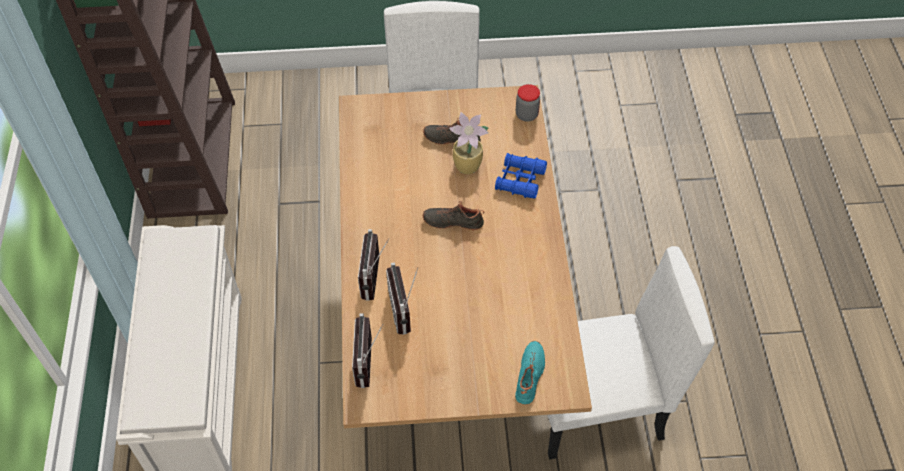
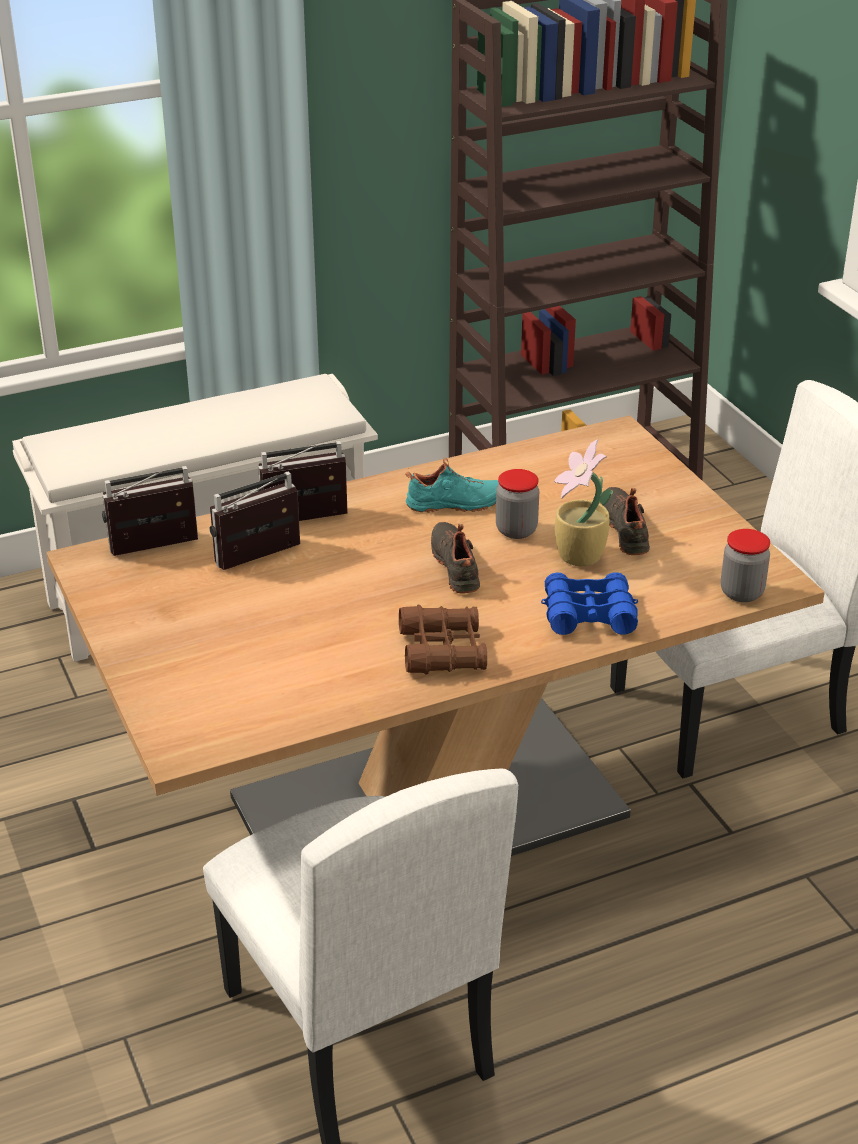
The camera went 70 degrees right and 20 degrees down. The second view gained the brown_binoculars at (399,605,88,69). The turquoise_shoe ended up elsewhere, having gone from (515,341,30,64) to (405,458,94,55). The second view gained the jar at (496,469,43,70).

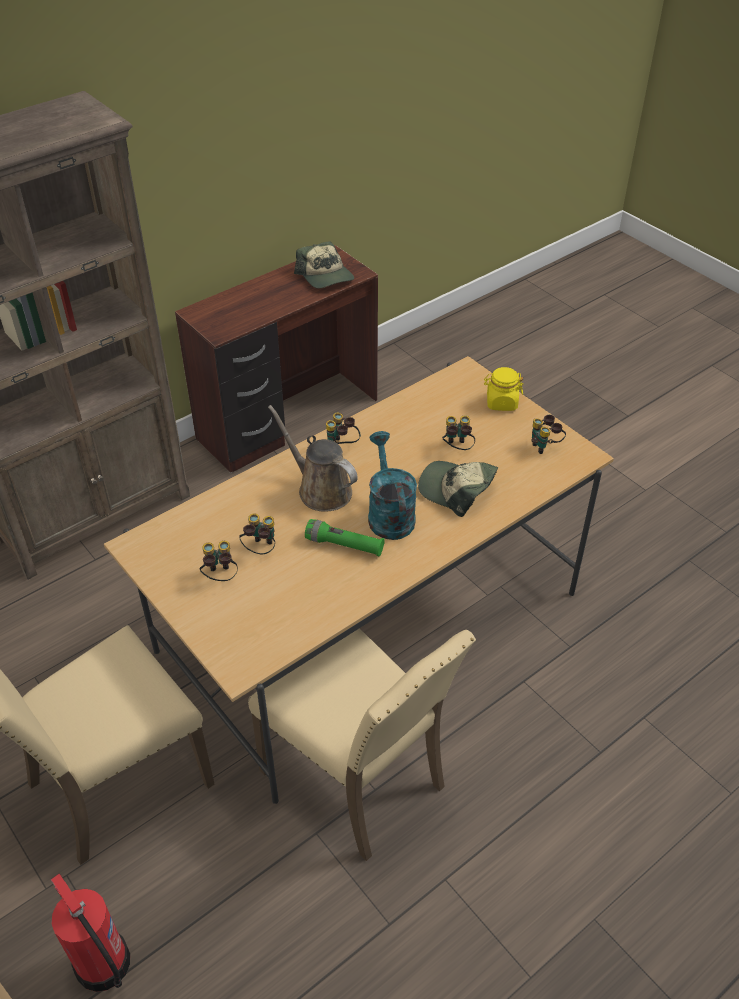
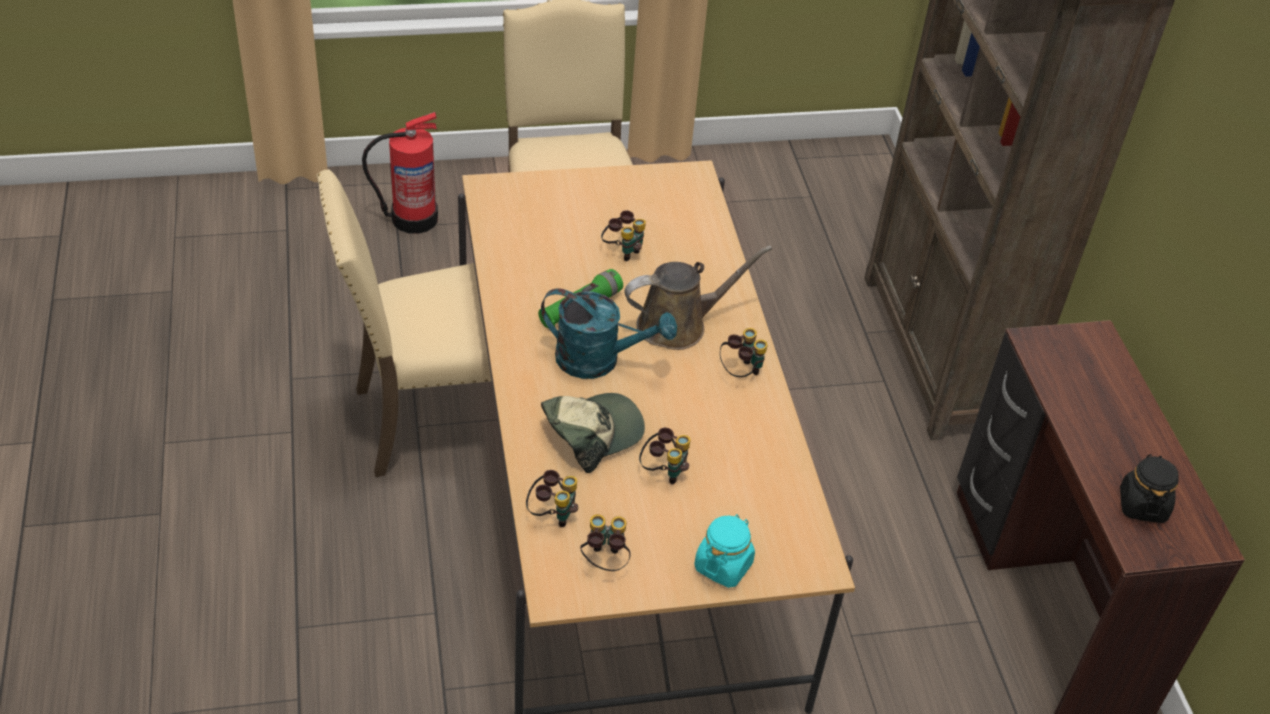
The camera went 115 degrees right and 0 degrees up. The binoculars ended up elsewhere, having gone from (199,541,39,40) to (526,470,52,57). What was the yellow_jar at (484,367,39,44) turned into the turquoise_jar at (694,514,61,74). Where the cap stood at (294,241,60,48), the black_jar came to stand at (1120,454,59,69).

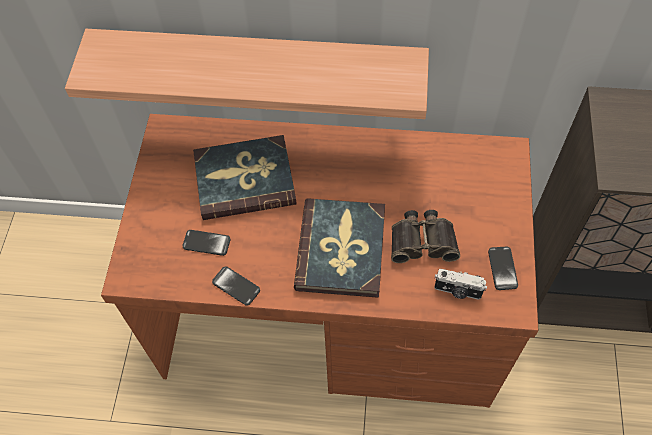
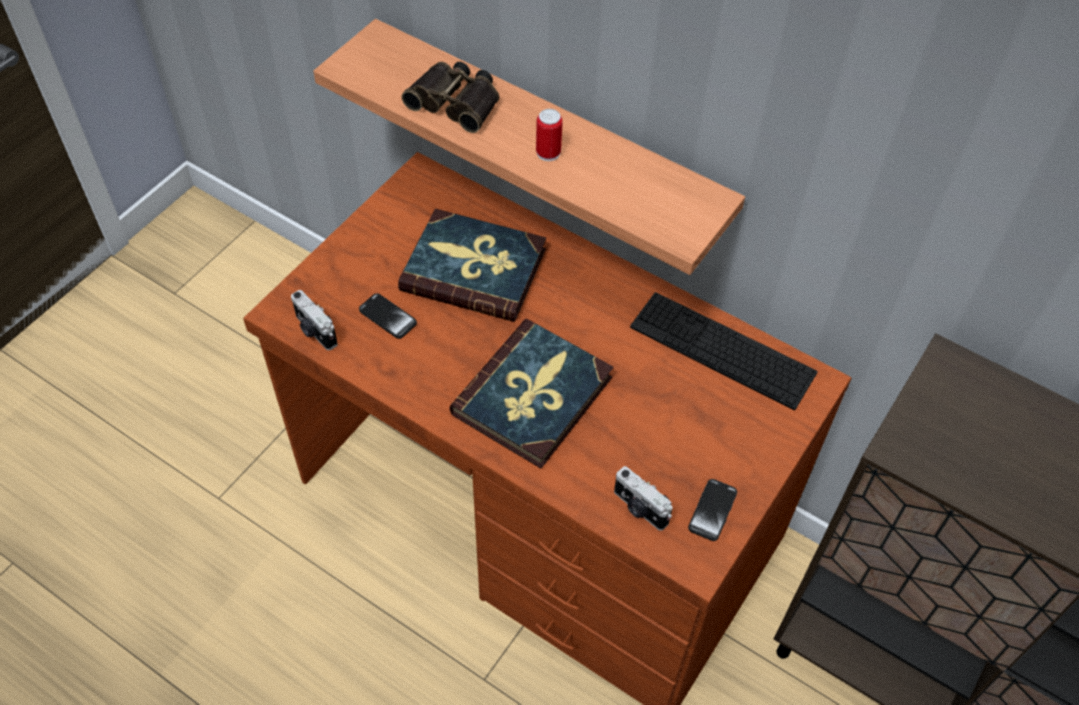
The camera went 25 degrees right and 5 degrees down. The second view gained the photo_camera at (291,290,47,60). The binoculars ended up elsewhere, having gone from (391,210,69,53) to (401,62,98,71). The second view gained the can at (536,109,27,52). The second view gained the keyboard at (630,292,188,118). The second view lost the phone at (212,266,48,40).

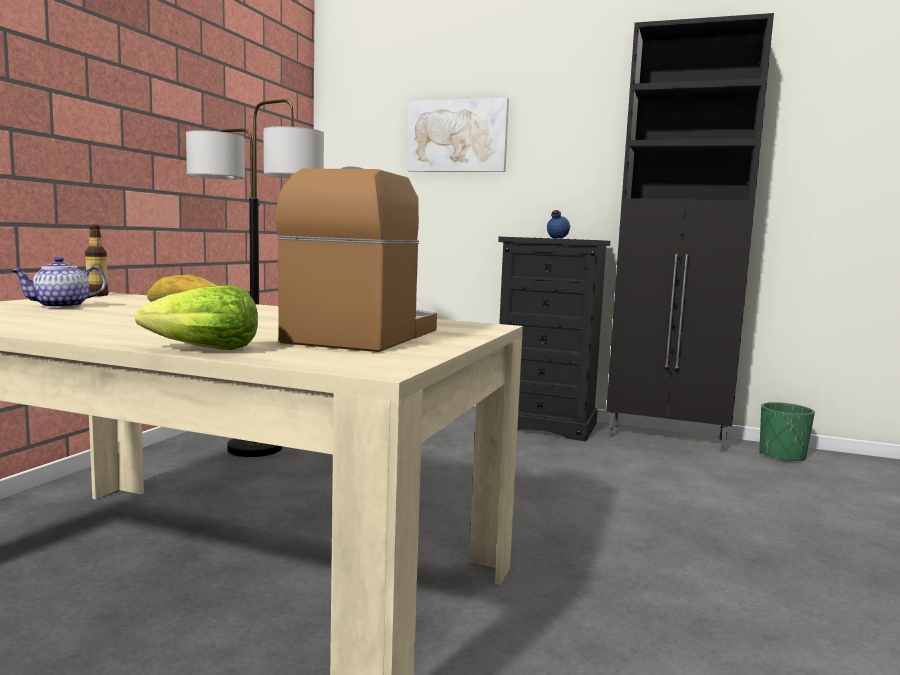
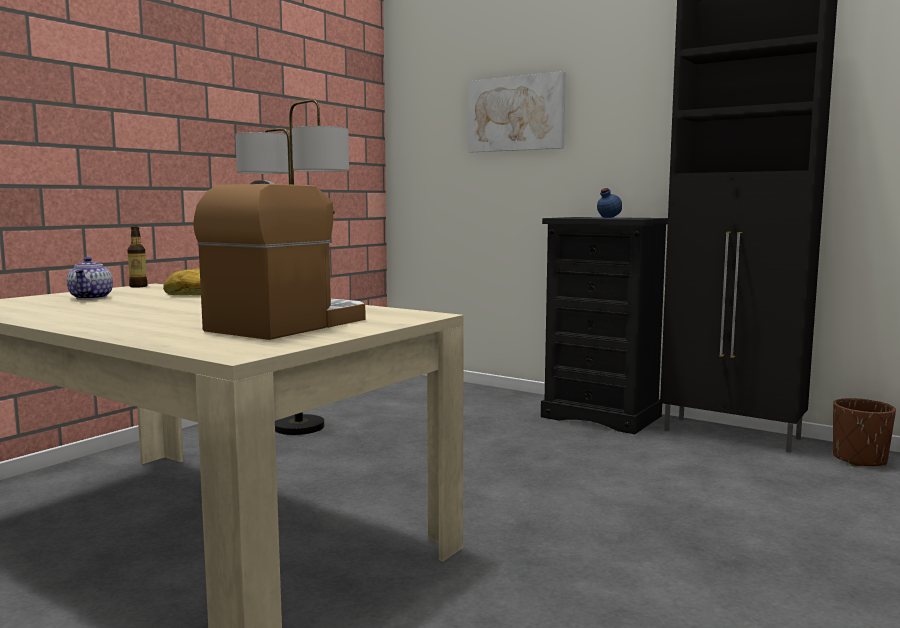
The camera went 15 degrees right and 0 degrees up. The teapot at (10,257,96,51) ended up facing another way, 75 degrees counterclockwise from before. What was the green_planter at (760,402,55,60) turned into the brown_planter at (833,398,63,69). The second view lost the lettuce at (135,285,123,65).

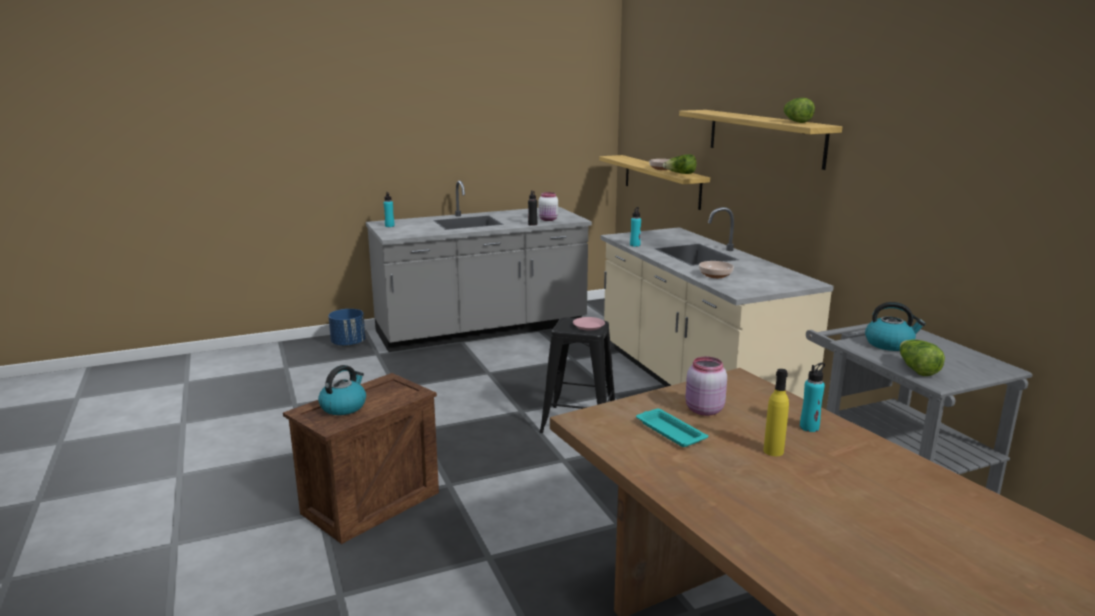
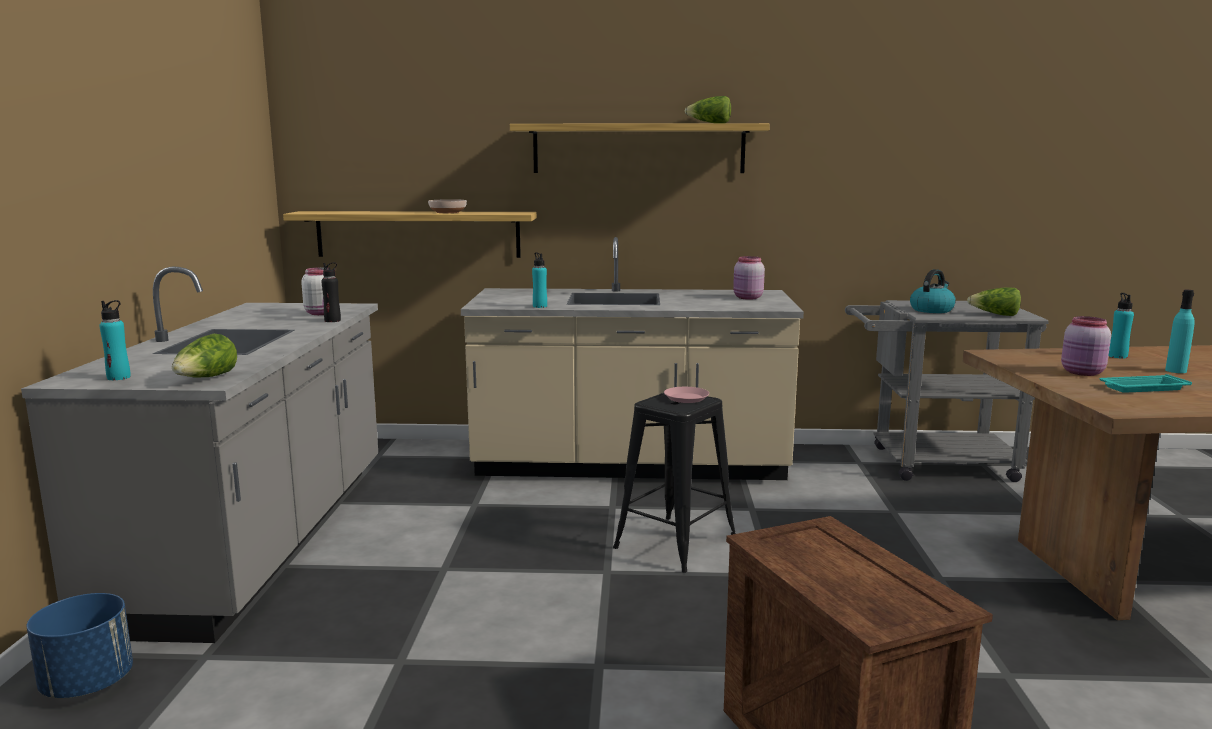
The camera went 65 degrees left and 5 degrees down. The lettuce ended up elsewhere, having gone from (663,154,33,20) to (172,334,65,44). The second view gained the pink_jar at (733,256,32,44). What was the yellow_bottle at (763,369,26,87) turned into the turquoise_bottle at (1165,290,30,83). The second view lost the kettle at (318,365,48,50). The second view lost the bowl at (699,261,35,17).

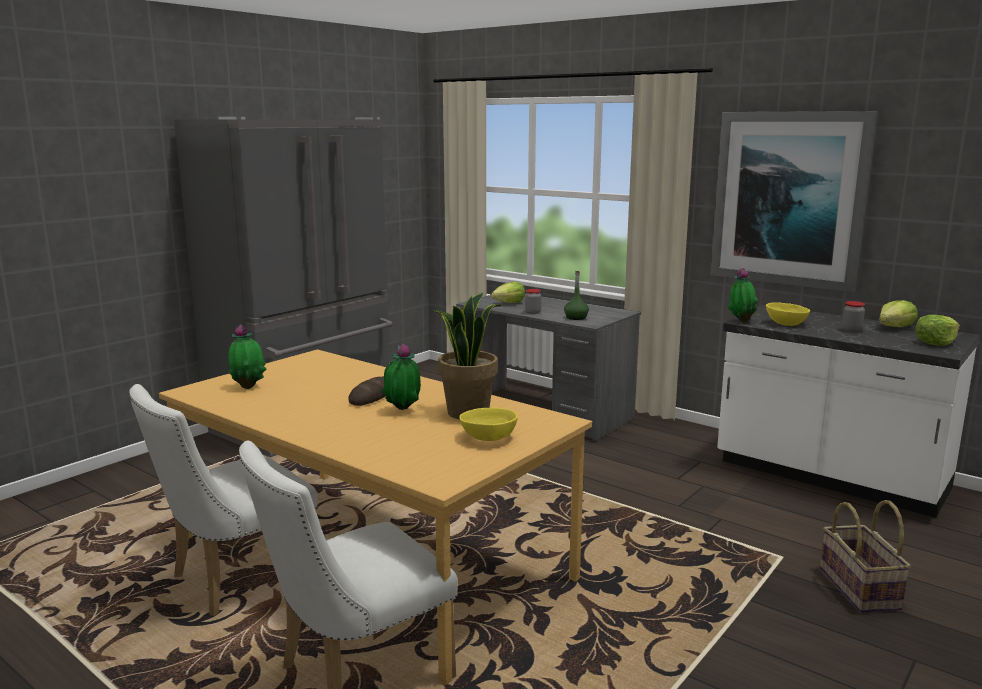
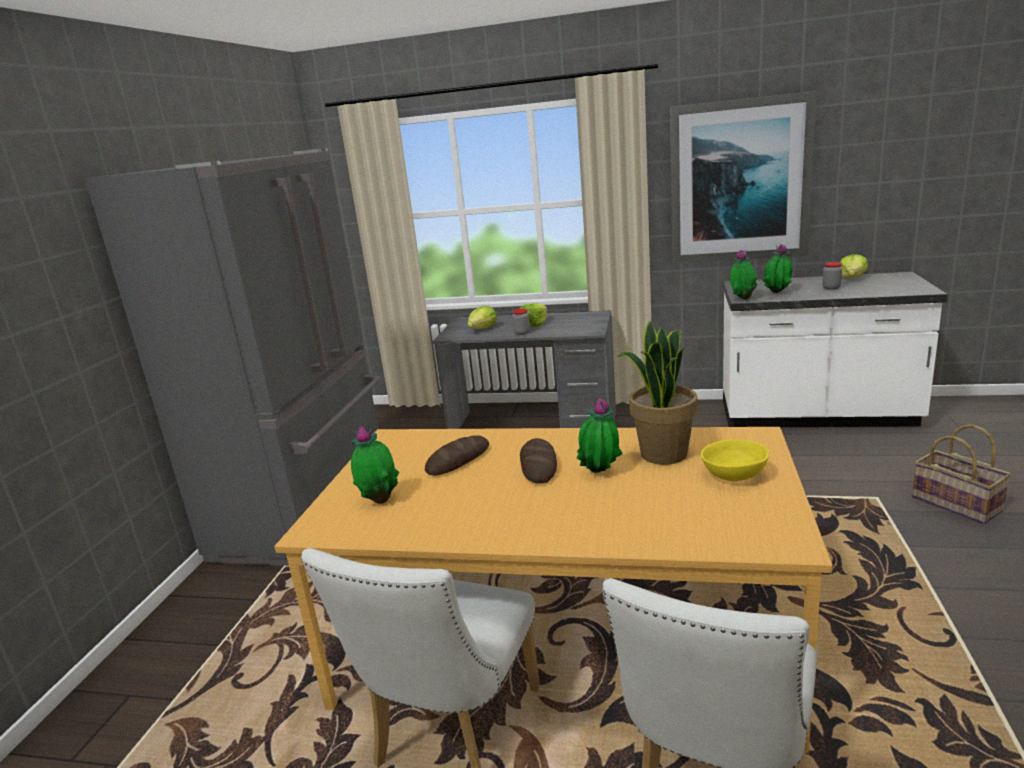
The camera went 25 degrees left and 5 degrees up. The second view gained the bread at (425,435,64,41). The lettuce ended up elsewhere, having gone from (915,315,45,31) to (519,303,29,24). Where the yellow_bowl stood at (766,302,44,24), the potted_plant came to stand at (762,244,30,49). The second view lost the green_bottle at (564,271,25,49).

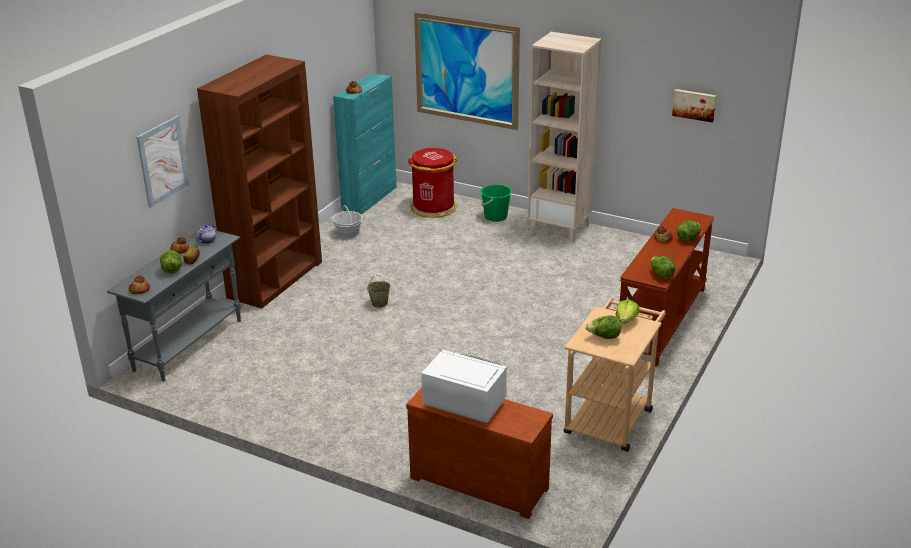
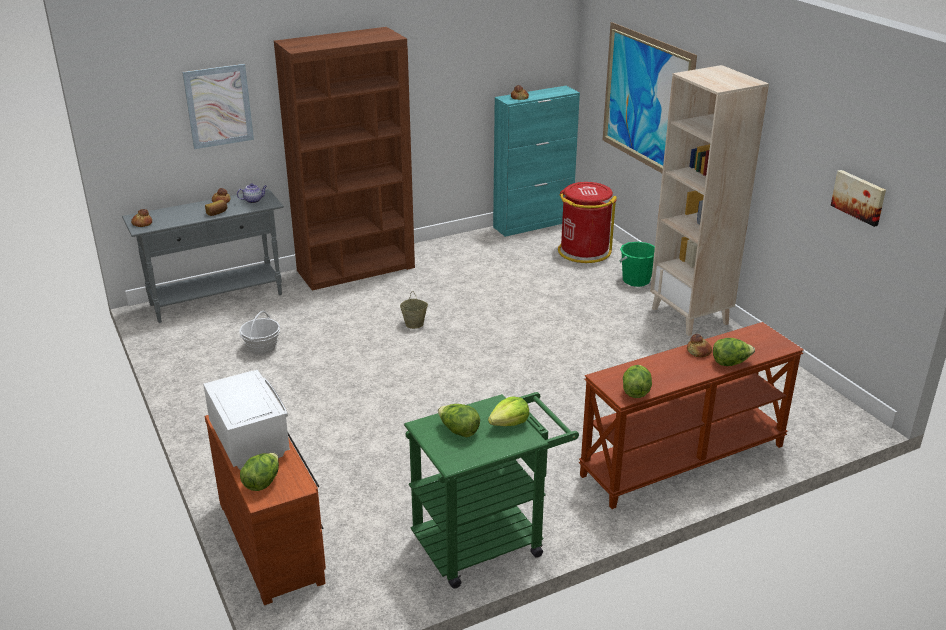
The camera went 35 degrees right and 0 degrees up. The basket ended up elsewhere, having gone from (332,205,31,33) to (239,311,41,44). The lettuce ended up elsewhere, having gone from (160,250,22,24) to (240,453,39,38). What was the beige_cart at (564,297,101,155) turned into the green_cart at (404,392,175,196).

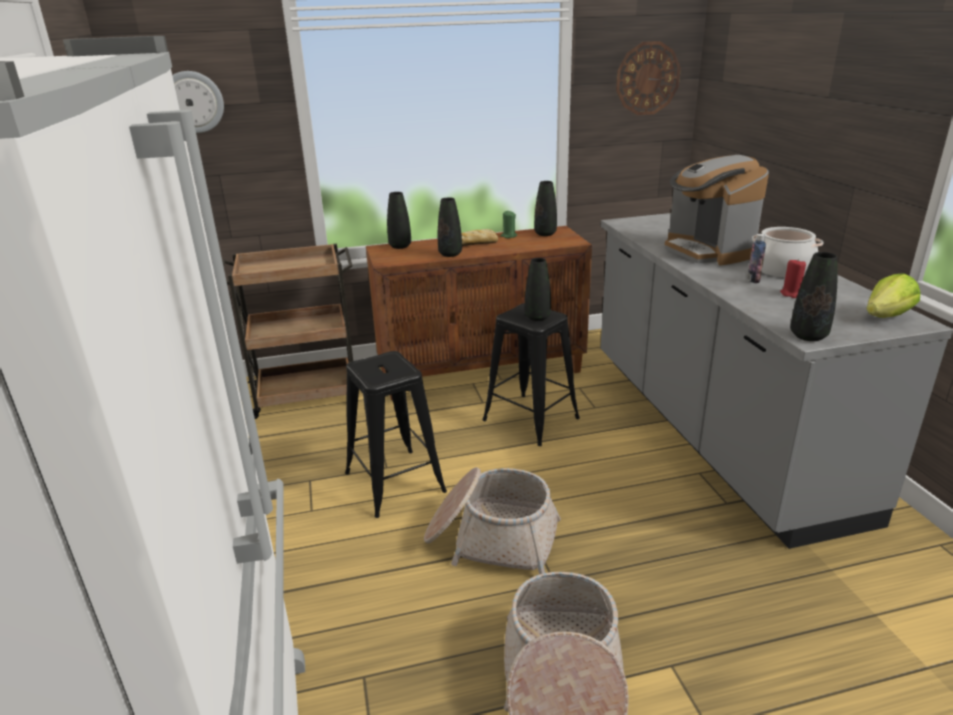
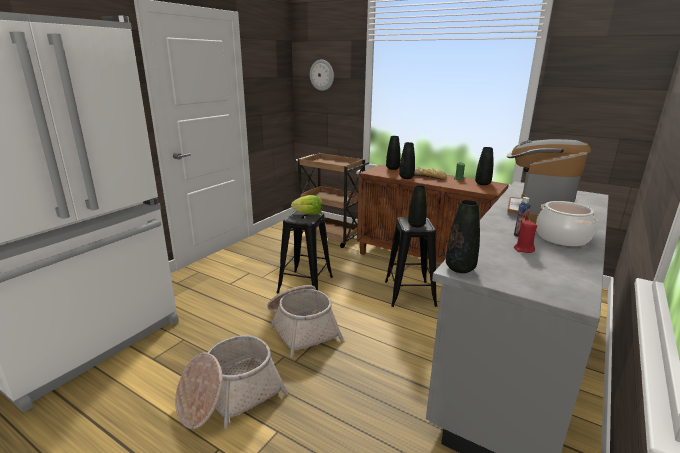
The camera went 45 degrees right and 5 degrees down. The lettuce ended up elsewhere, having gone from (866,273,55,45) to (291,195,32,20). The second view lost the wall_clock at (616,41,65,74).

